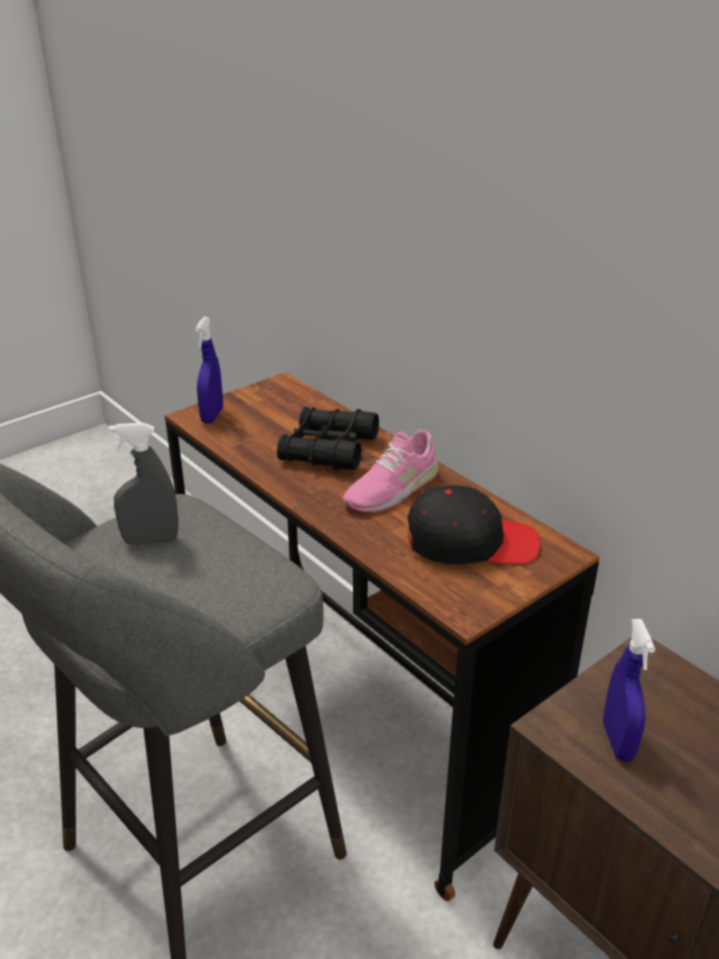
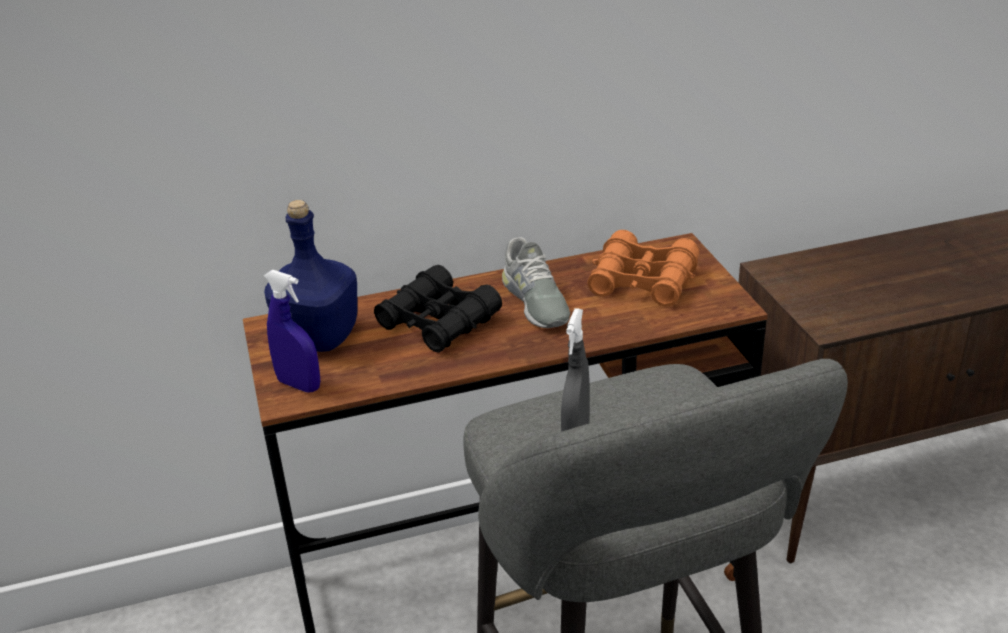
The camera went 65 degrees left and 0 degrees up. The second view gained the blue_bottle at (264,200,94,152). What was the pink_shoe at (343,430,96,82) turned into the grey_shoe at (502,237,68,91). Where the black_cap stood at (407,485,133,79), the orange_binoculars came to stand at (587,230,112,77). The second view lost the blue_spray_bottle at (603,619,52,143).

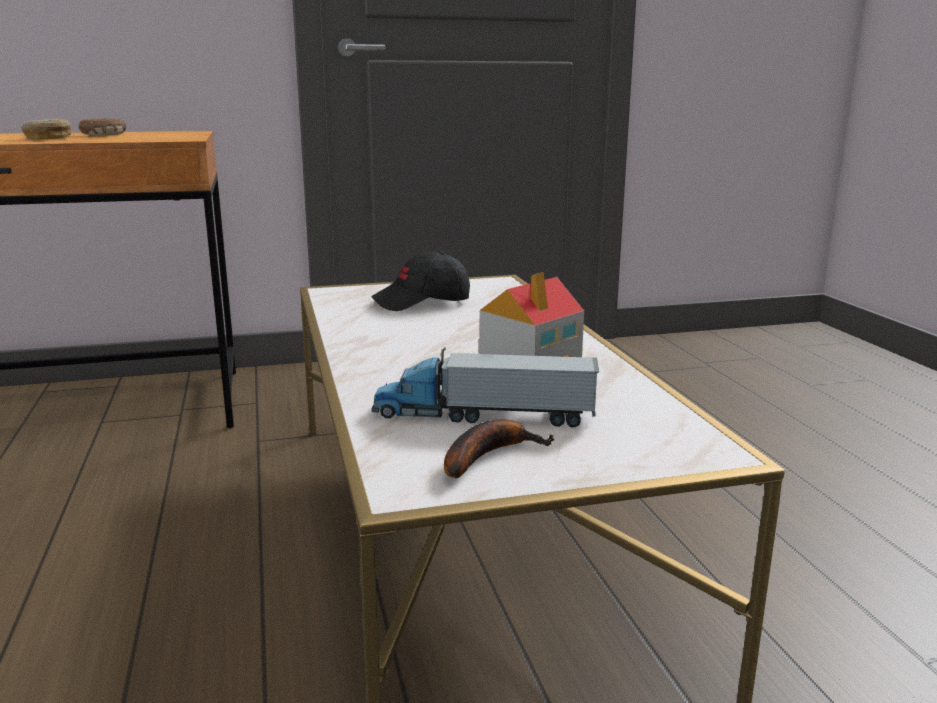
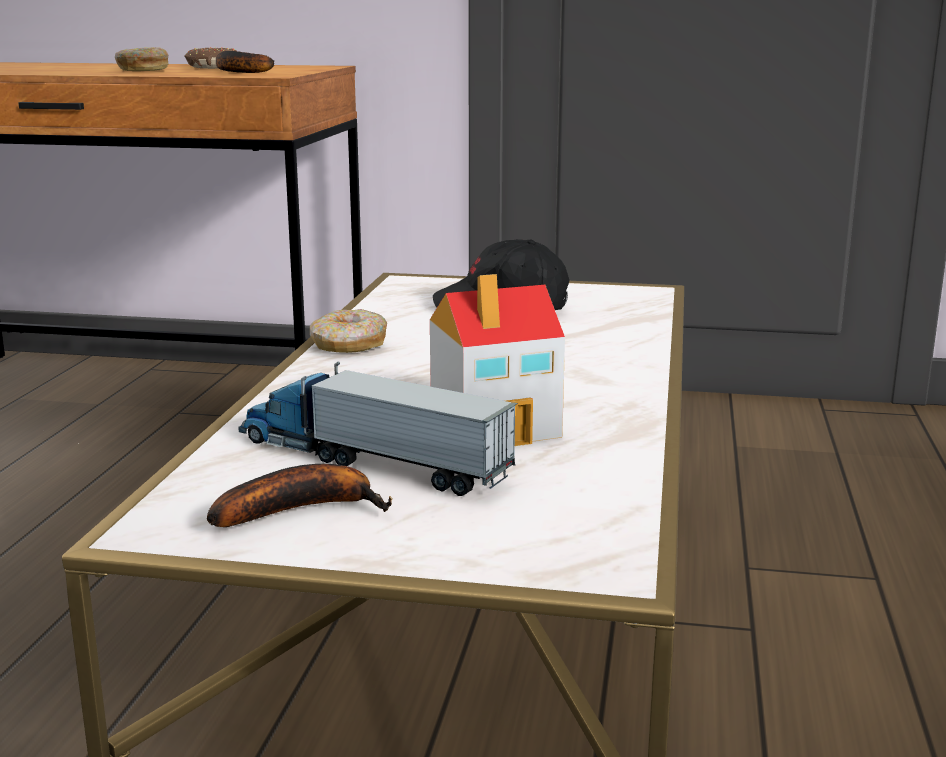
The camera went 25 degrees right and 0 degrees up. The second view gained the banana at (216,51,58,22). The second view gained the donut at (310,309,77,44).

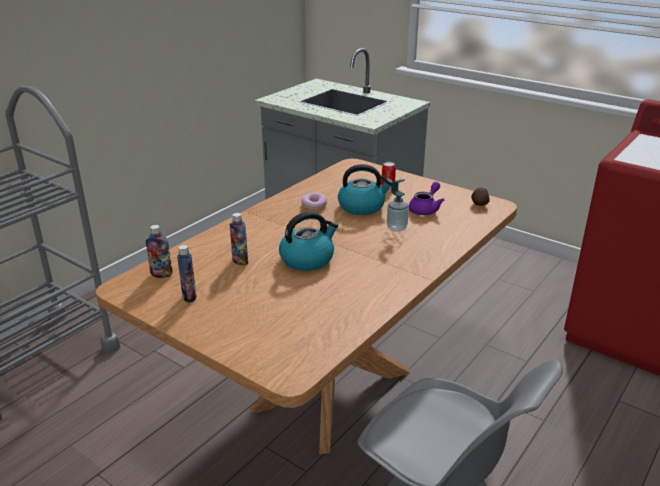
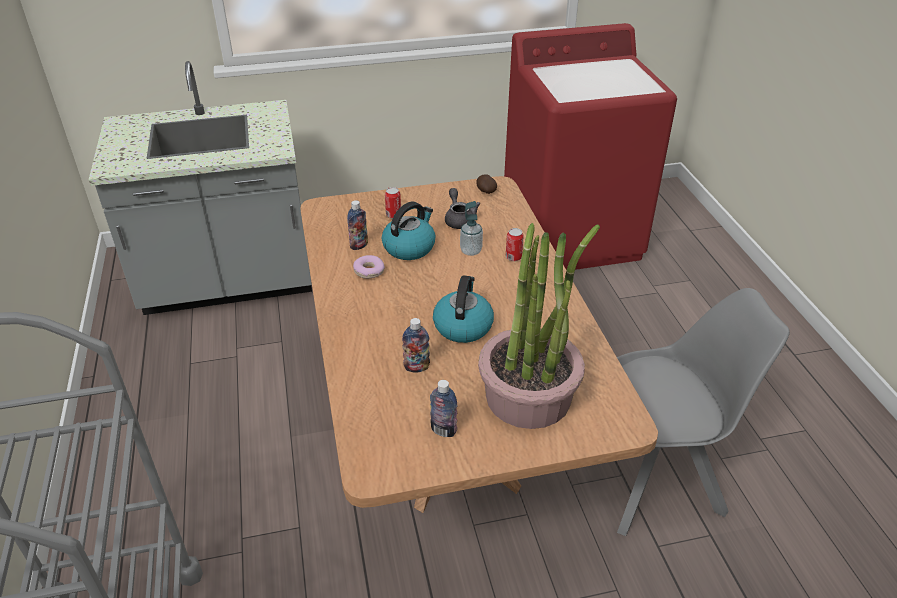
The camera went 50 degrees left and 10 degrees up. The bottle ended up elsewhere, having gone from (146,225,26,53) to (347,200,21,50). What was the purple_teapot at (409,182,35,33) turned into the grey_teapot at (445,188,35,41). The second view gained the potted_plant at (478,223,122,206). The second view gained the can at (506,228,18,33).

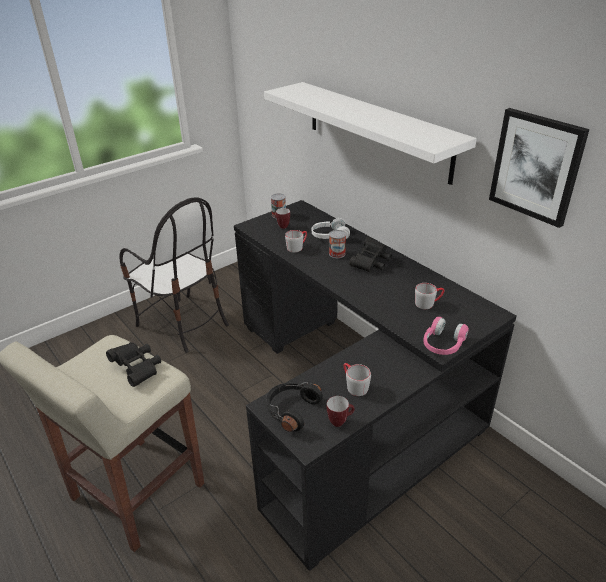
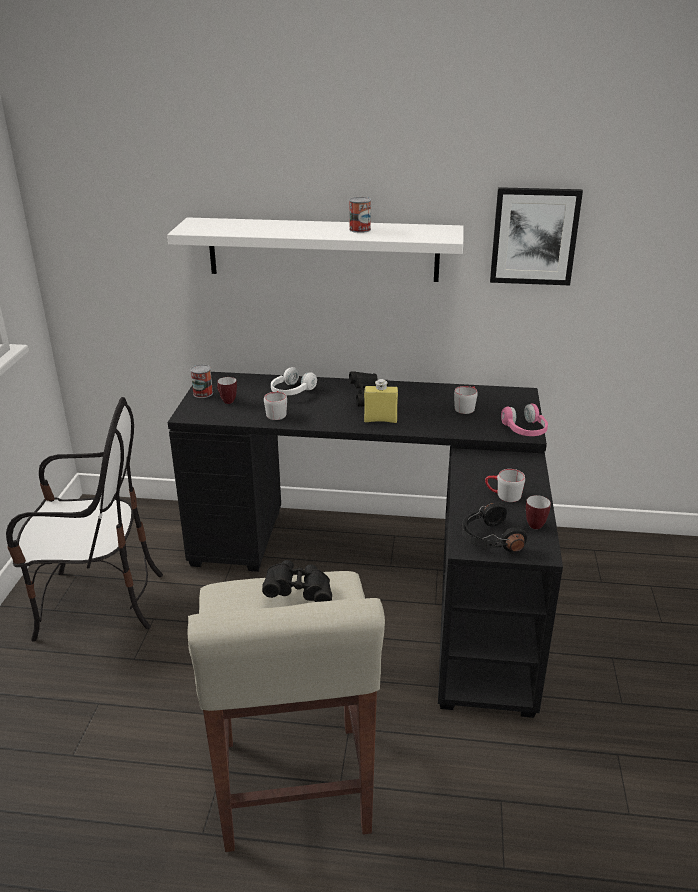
The camera went 45 degrees left and 5 degrees down. The can ended up elsewhere, having gone from (329,230,17,28) to (349,197,22,36). The second view gained the yellow_bottle at (364,379,34,44).

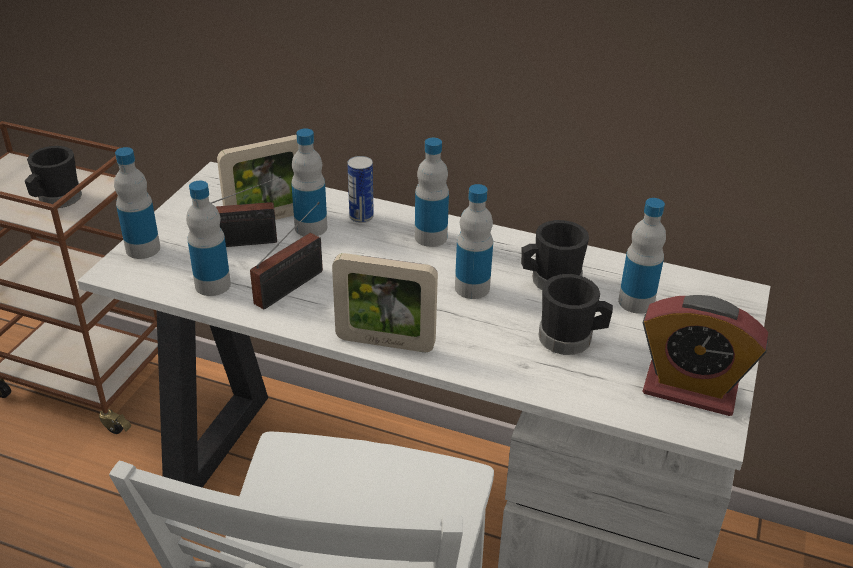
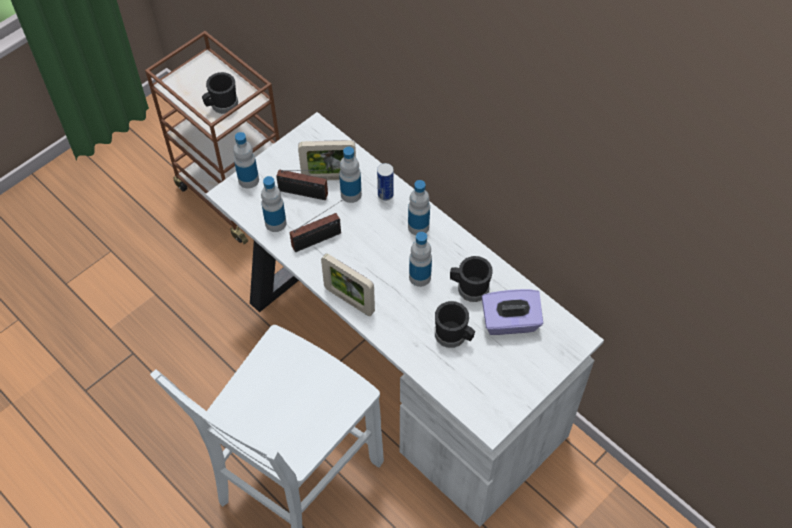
The camera went 25 degrees right and 20 degrees up. Where the bottle stood at (618,198,48,116), the purple_tissue_box came to stand at (482,289,61,46). The second view lost the alarm_clock at (642,295,126,121).

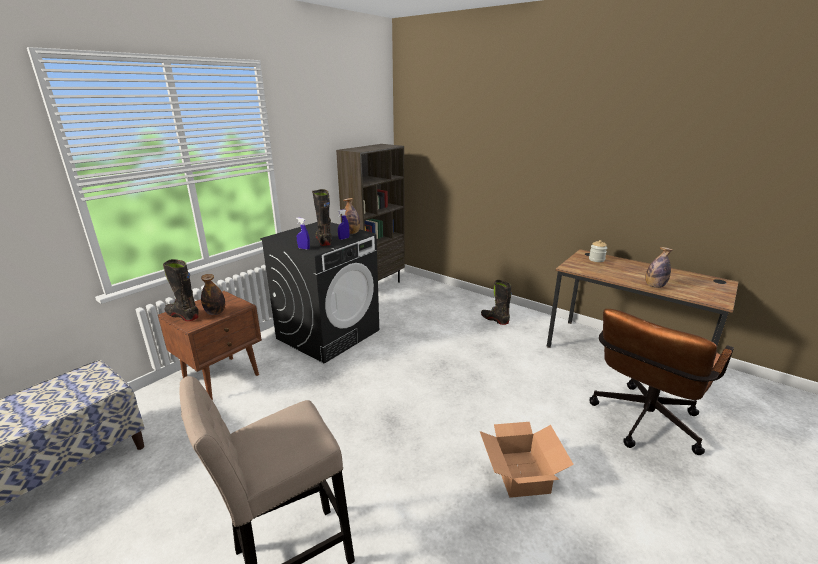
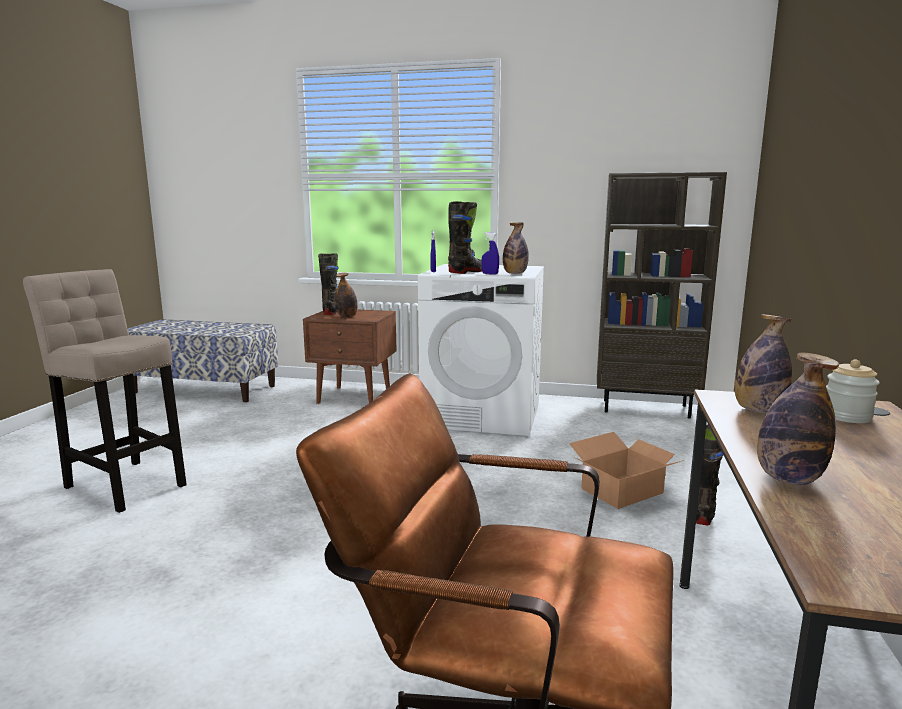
The camera went 65 degrees right and 10 degrees down. What was the black_washing_machine at (260,222,119,142) turned into the white_washing_machine at (418,264,126,172). The cardboard_box ended up elsewhere, having gone from (480,422,94,76) to (569,432,116,77). The second view gained the bottle at (734,314,58,99).

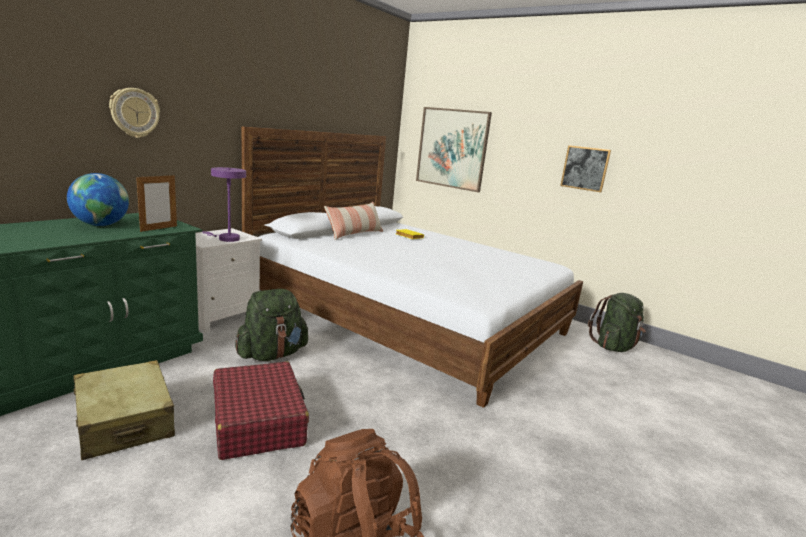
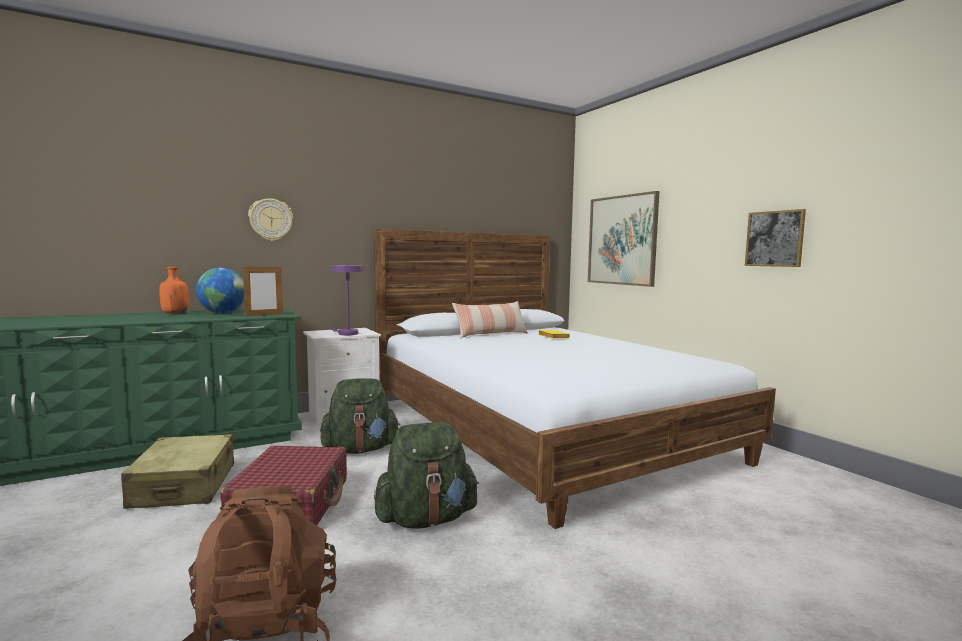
The camera went 25 degrees right and 10 degrees down. The second view gained the orange_bottle at (159,267,30,47). The green_backpack ended up elsewhere, having gone from (588,293,58,59) to (374,422,105,107).

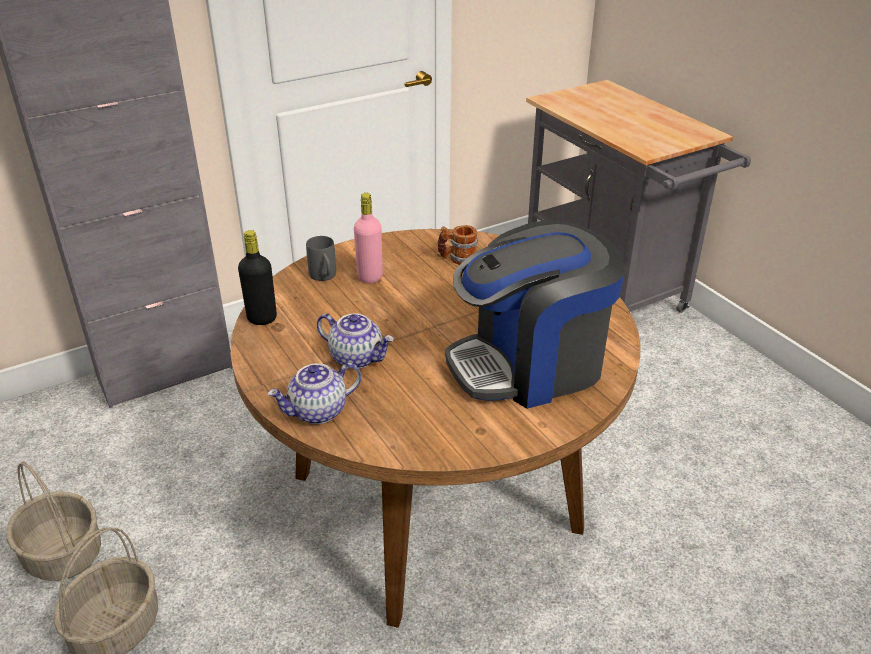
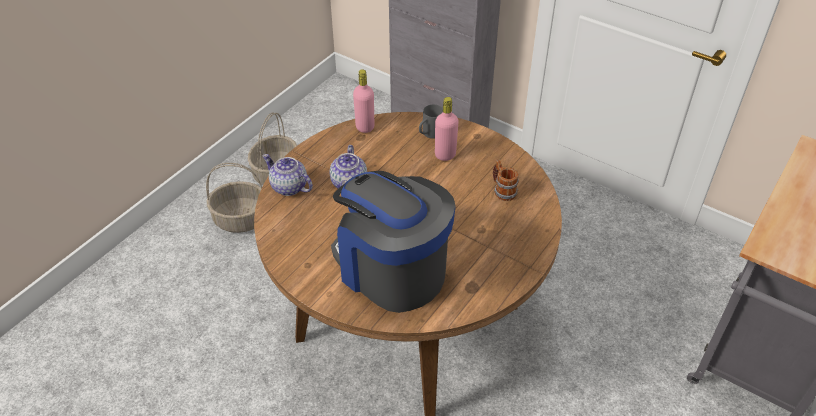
The camera went 65 degrees right and 10 degrees up. What was the black_bottle at (238,230,39,95) turned into the pink_bottle at (353,69,21,64).

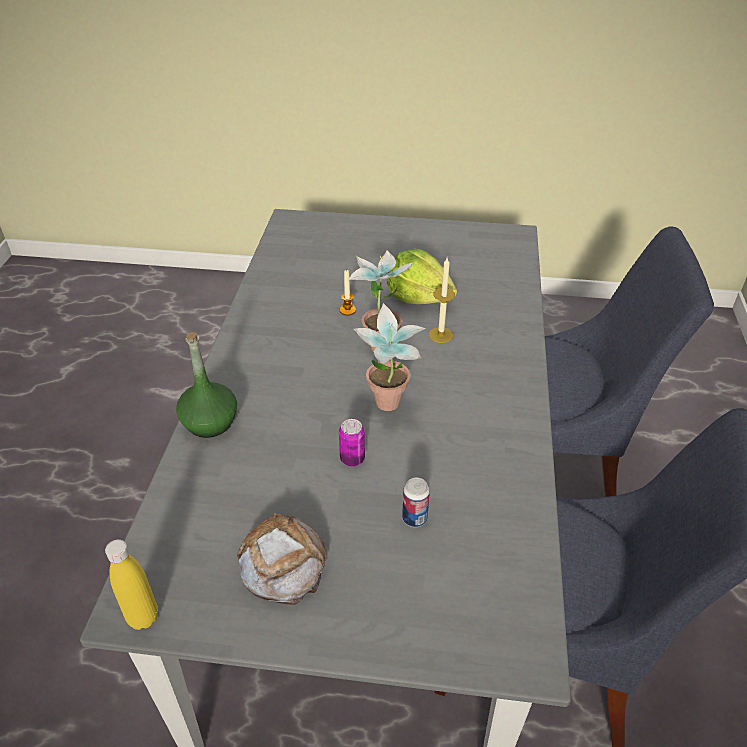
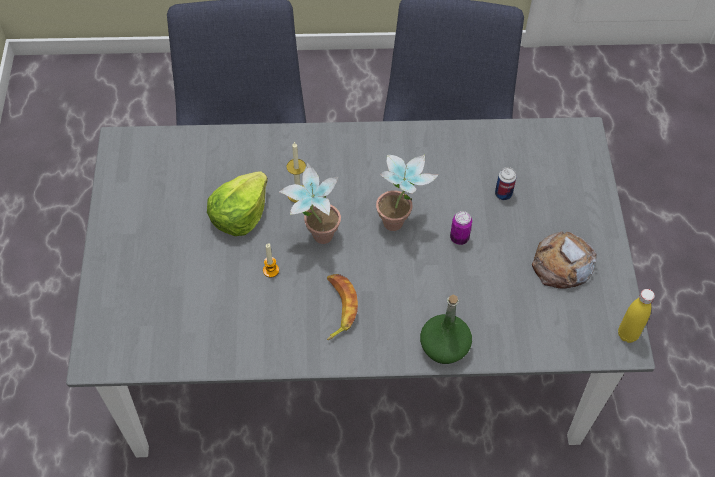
The camera went 100 degrees left and 15 degrees up. The second view gained the banana at (327,274,31,66).

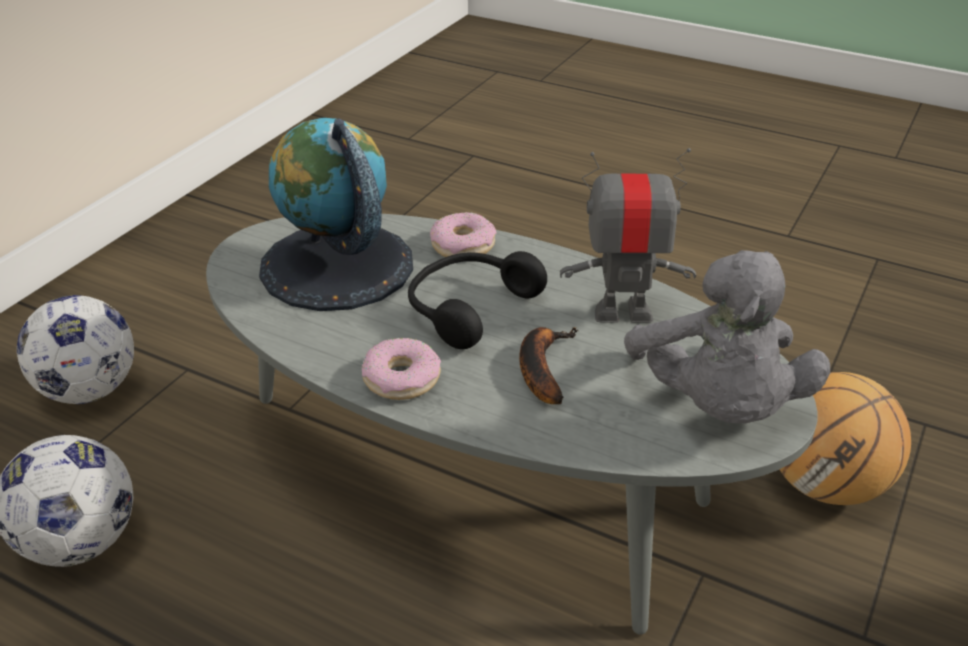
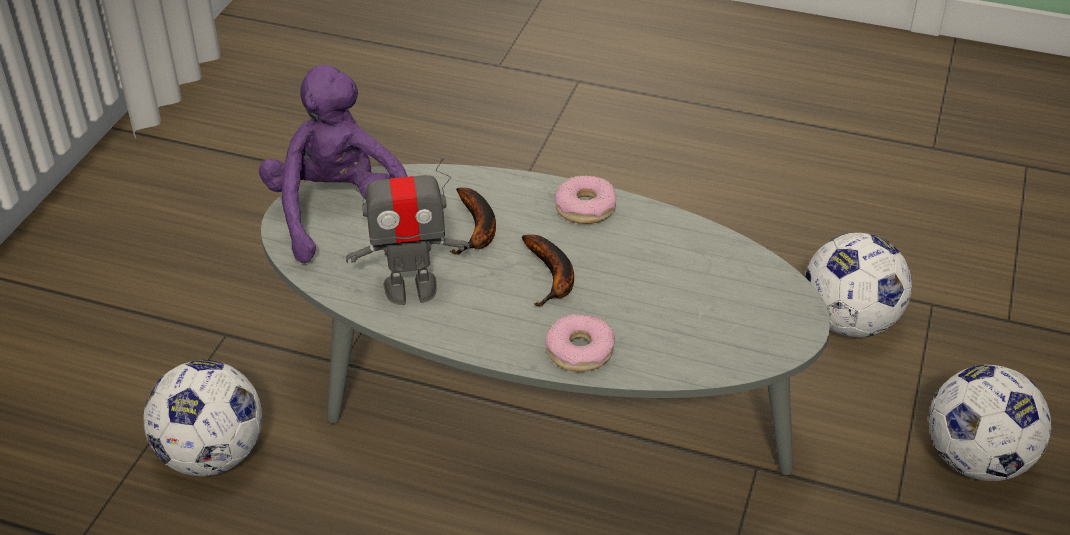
The camera went 170 degrees right and 5 degrees up. Where the basketball stood at (779,372,132,133), the football came to stand at (143,360,119,116). What was the grey_plush_toy at (624,250,206,174) turned into the purple_plush_toy at (259,65,149,198). Where the black_headphones stood at (408,251,139,98), the banana came to stand at (522,235,52,72). The second view lost the globe at (259,118,154,193).

